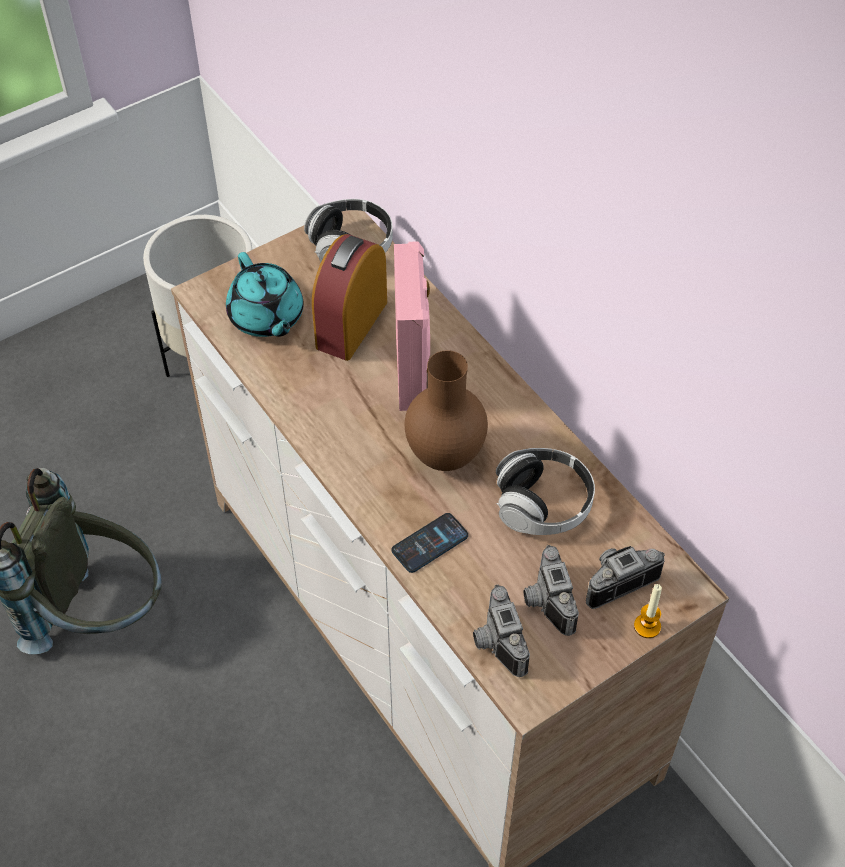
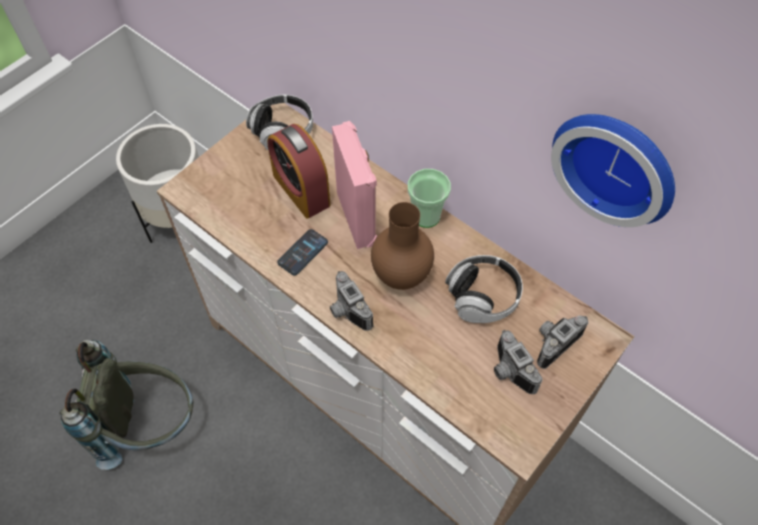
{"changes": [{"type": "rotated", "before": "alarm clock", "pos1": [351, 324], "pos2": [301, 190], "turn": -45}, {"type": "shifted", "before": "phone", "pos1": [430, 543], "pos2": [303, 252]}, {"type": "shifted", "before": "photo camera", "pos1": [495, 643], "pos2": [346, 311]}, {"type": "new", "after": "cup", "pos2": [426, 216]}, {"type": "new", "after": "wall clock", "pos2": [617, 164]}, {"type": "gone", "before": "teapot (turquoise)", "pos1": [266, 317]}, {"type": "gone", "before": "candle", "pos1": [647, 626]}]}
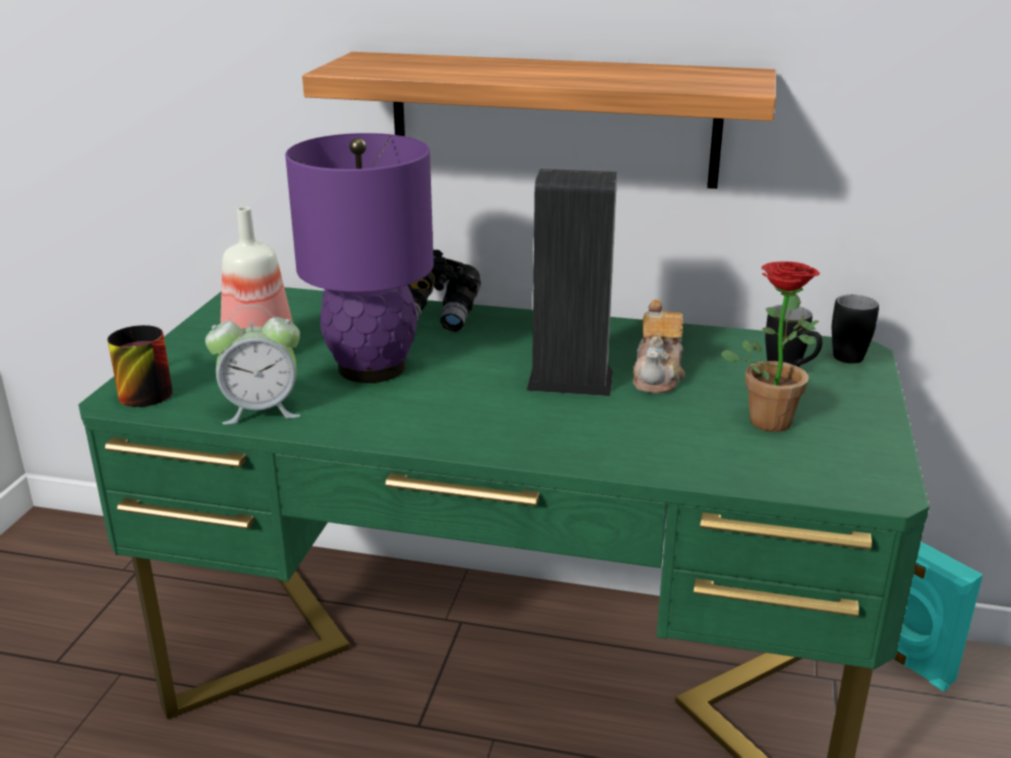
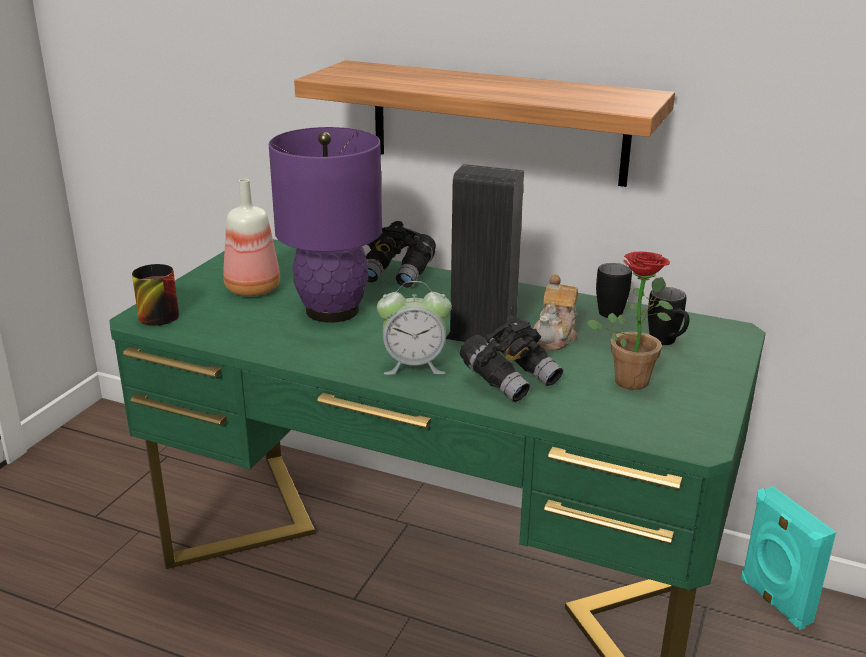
{"changes": [{"type": "shifted", "before": "alarm clock", "pos1": [261, 410], "pos2": [414, 365]}, {"type": "new", "after": "binoculars (black)", "pos2": [511, 379]}, {"type": "shifted", "before": "mug (black)", "pos1": [844, 353], "pos2": [610, 309]}]}
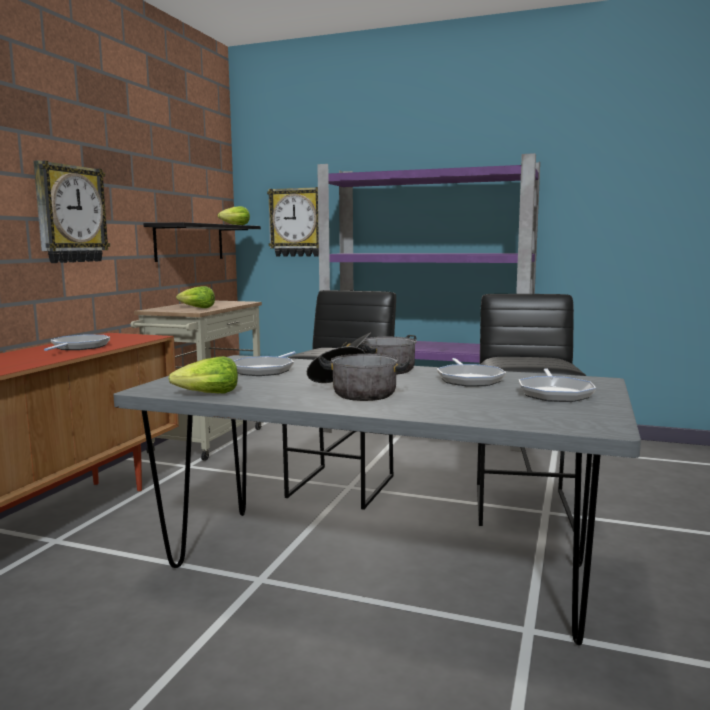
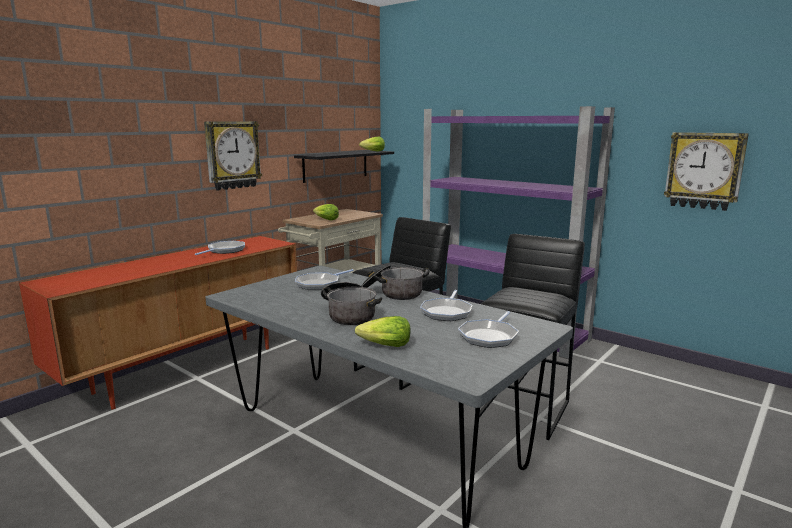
{"changes": [{"type": "shifted", "before": "lettuce", "pos1": [208, 394], "pos2": [385, 346]}, {"type": "shifted", "before": "wall clock", "pos1": [297, 222], "pos2": [704, 170]}]}
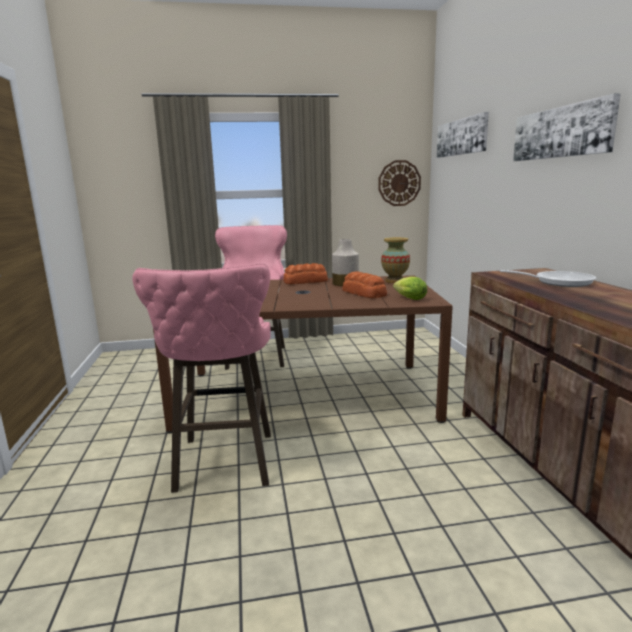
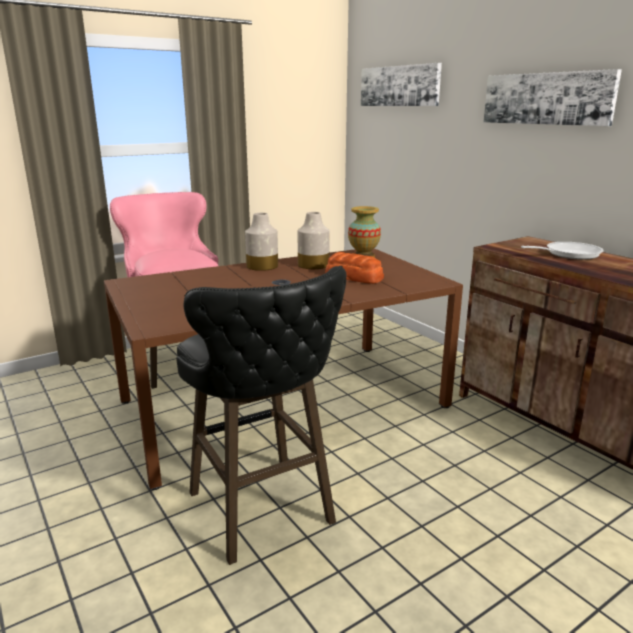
{"changes": [{"type": "repainted", "before": "stool (pink)", "after": "stool (black)", "pos1": [225, 464], "pos2": [263, 511]}, {"type": "swapped", "before": "bread", "after": "vase (beige)", "pos1": [306, 281], "pos2": [262, 266]}, {"type": "gone", "before": "wall clock", "pos1": [399, 183]}, {"type": "gone", "before": "lettuce", "pos1": [408, 298]}]}
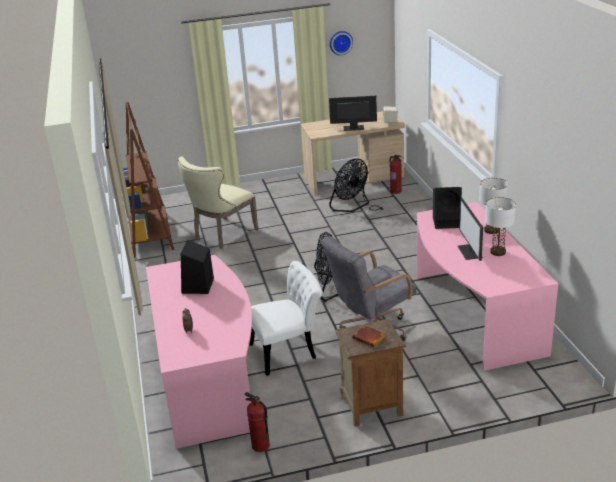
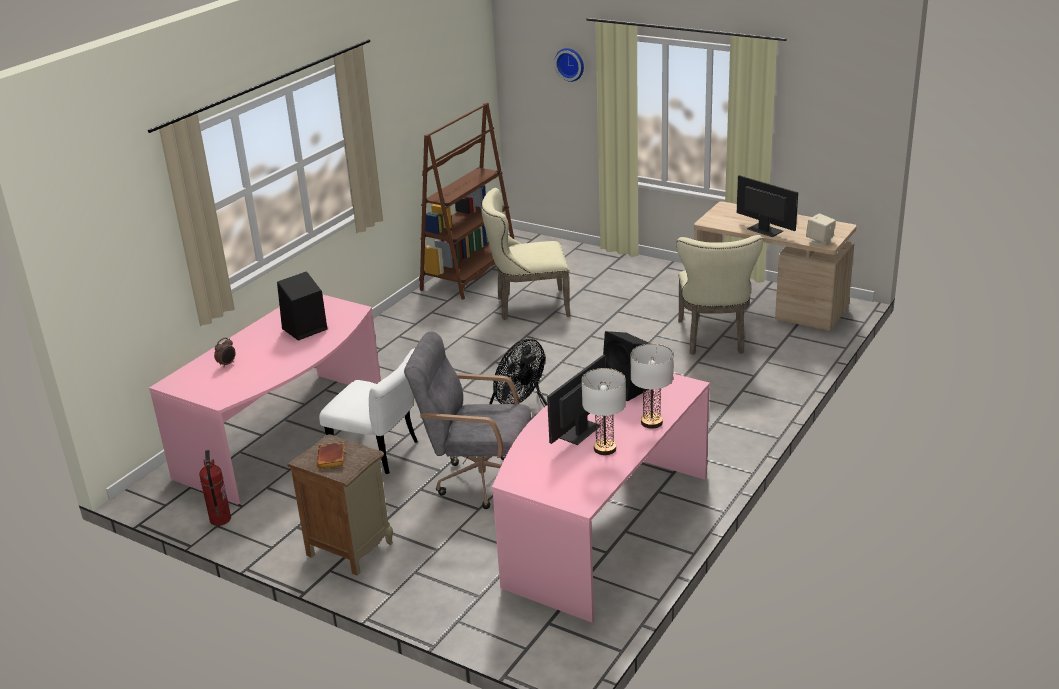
{"changes": [{"type": "shifted", "before": "wall clock", "pos1": [340, 42], "pos2": [570, 64]}, {"type": "swapped", "before": "fan (black)", "after": "chair (beige)", "pos1": [356, 205], "pos2": [714, 339]}, {"type": "gone", "before": "fire extinguisher", "pos1": [396, 191]}]}
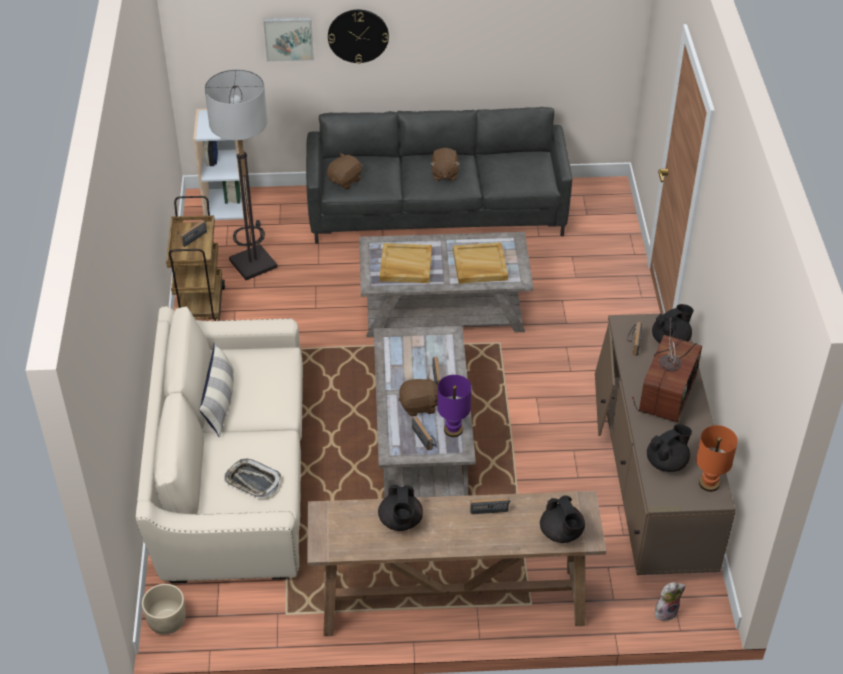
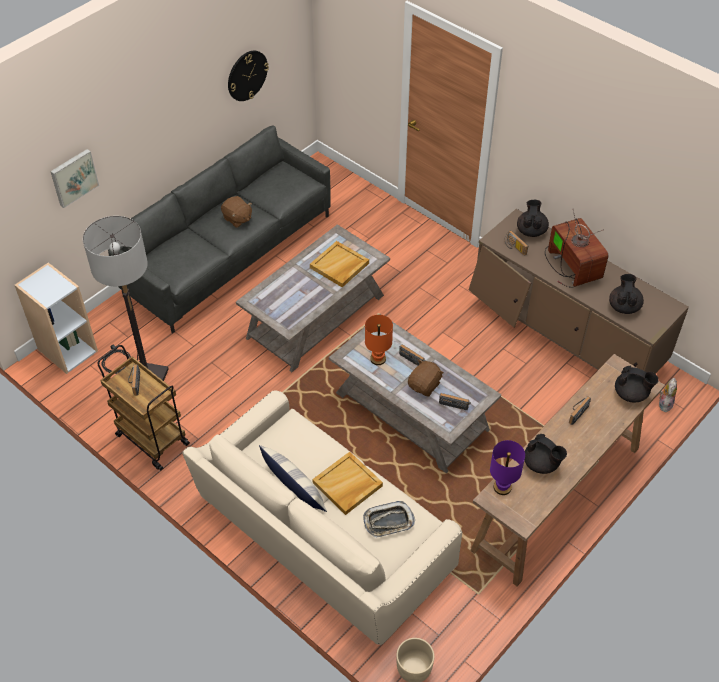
{"changes": [{"type": "shifted", "before": "wall clock", "pos1": [358, 35], "pos2": [247, 75]}, {"type": "shifted", "before": "tray (beige)", "pos1": [405, 265], "pos2": [347, 485]}, {"type": "shifted", "before": "table lamp (orange)", "pos1": [709, 483], "pos2": [378, 358]}, {"type": "shifted", "before": "table lamp (purple)", "pos1": [453, 429], "pos2": [502, 487]}, {"type": "gone", "before": "plush toy (brown)", "pos1": [345, 181]}]}
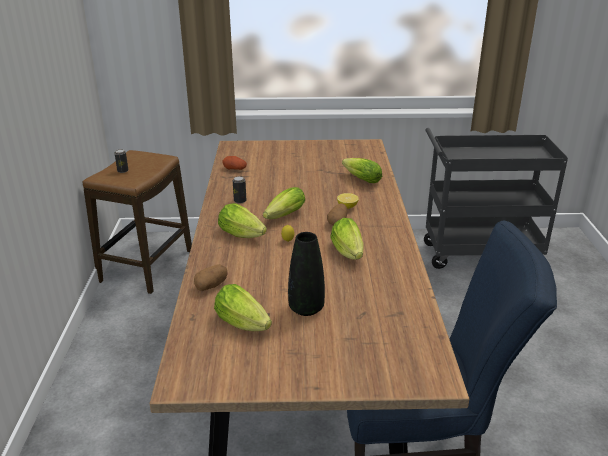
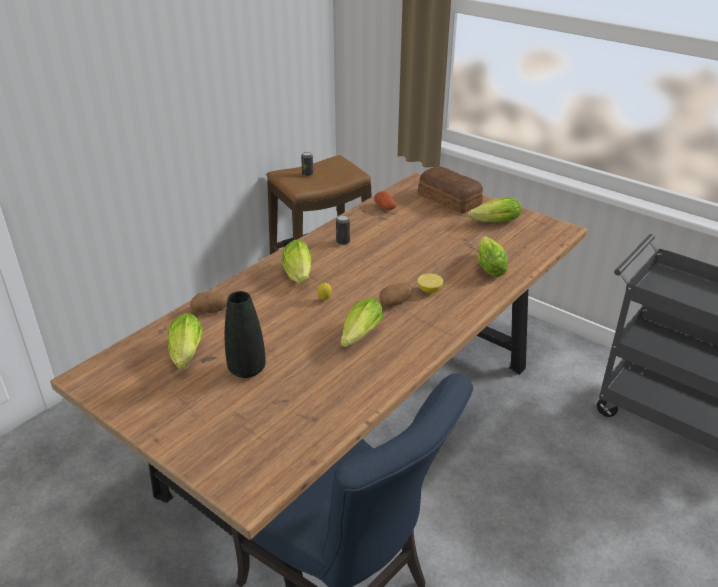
{"changes": [{"type": "new", "after": "bread", "pos2": [449, 199]}, {"type": "shifted", "before": "lettuce", "pos1": [283, 217], "pos2": [492, 223]}]}
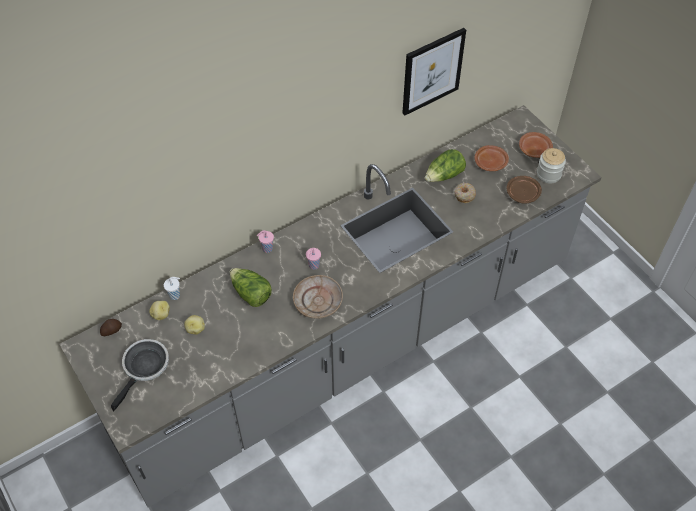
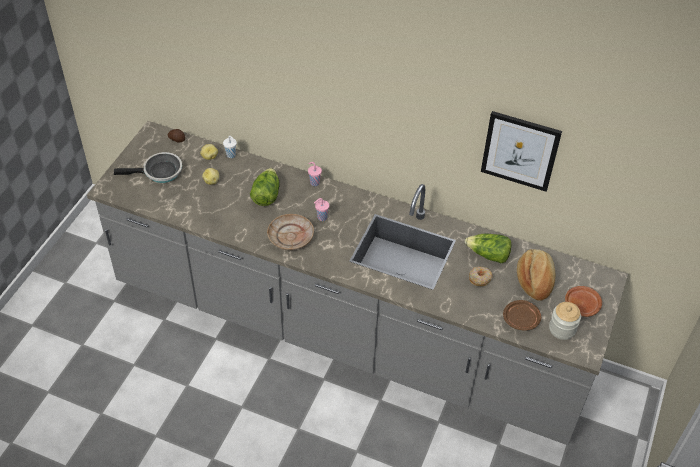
{"changes": [{"type": "swapped", "before": "plate (brown)", "after": "bread", "pos1": [490, 162], "pos2": [534, 280]}]}
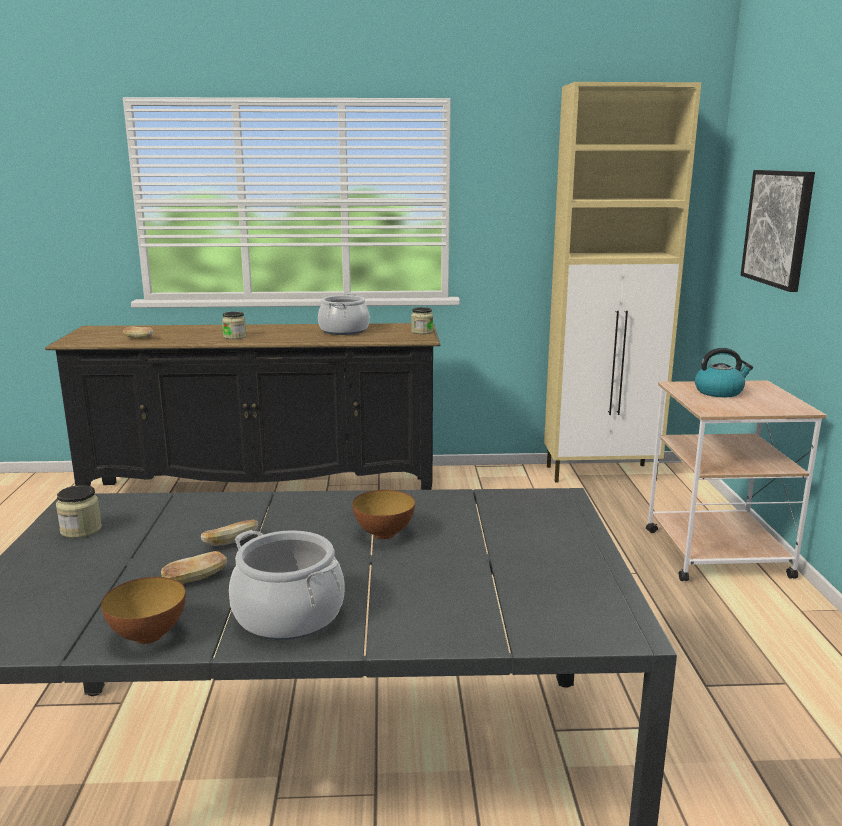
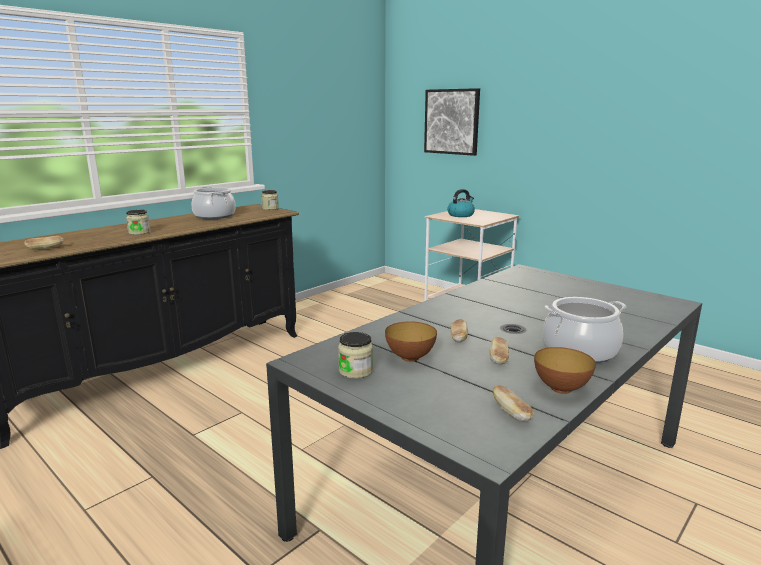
{"changes": [{"type": "shifted", "before": "bowl", "pos1": [384, 534], "pos2": [410, 357]}, {"type": "new", "after": "bread", "pos2": [511, 413]}, {"type": "gone", "before": "cabinet (beige)", "pos1": [602, 473]}]}
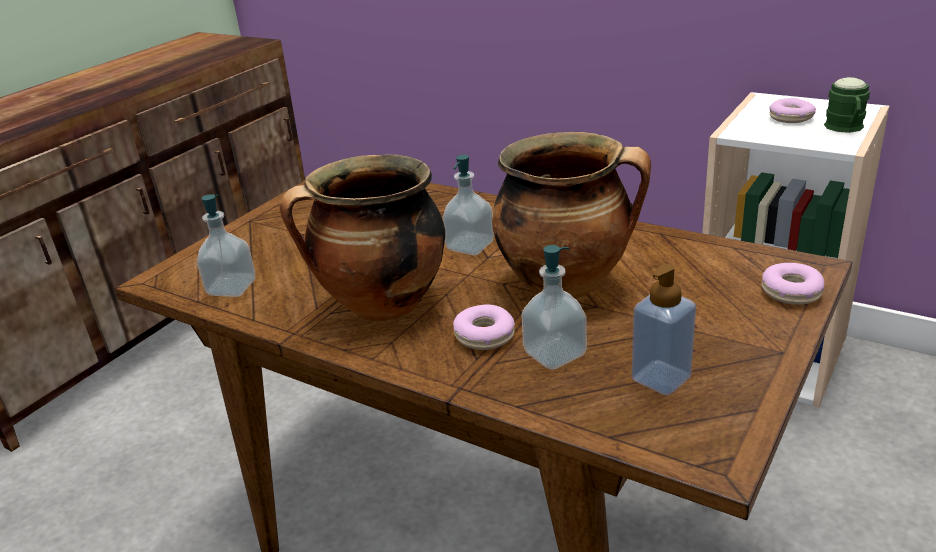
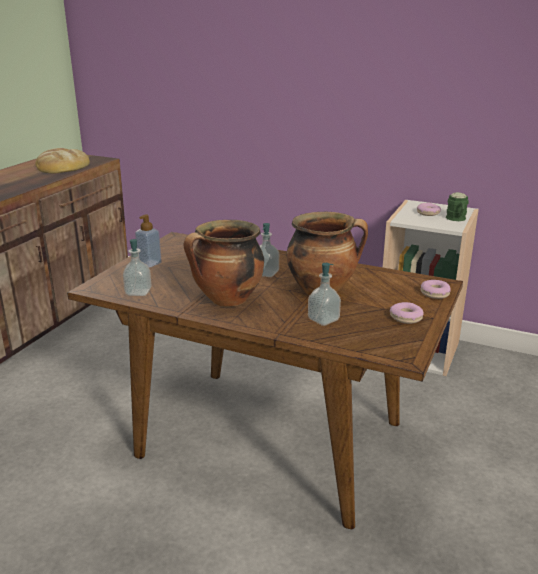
{"changes": [{"type": "new", "after": "bread", "pos2": [62, 166]}, {"type": "shifted", "before": "soap dispenser", "pos1": [661, 378], "pos2": [149, 263]}, {"type": "shifted", "before": "donut", "pos1": [484, 335], "pos2": [406, 317]}]}
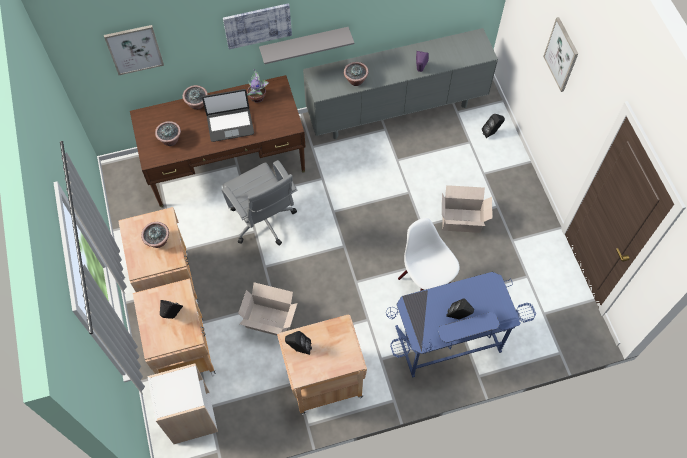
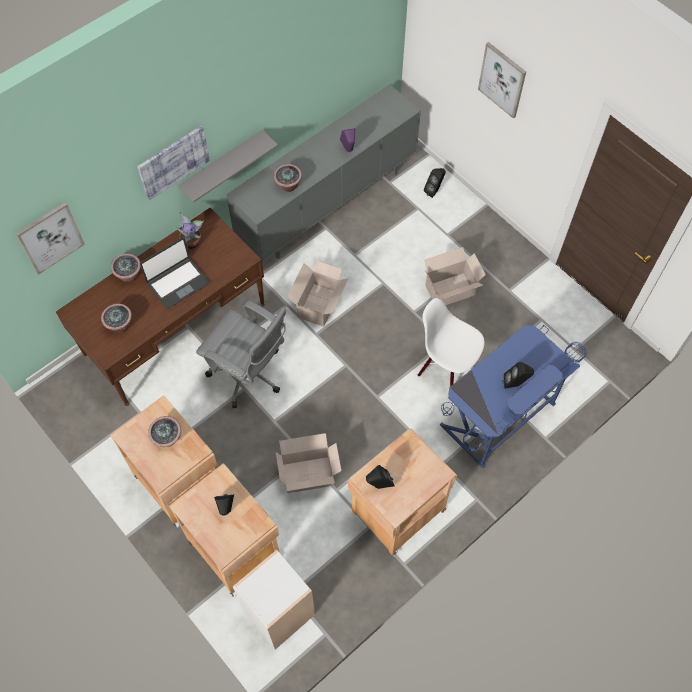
{"changes": [{"type": "new", "after": "cardboard box", "pos2": [319, 304]}]}
